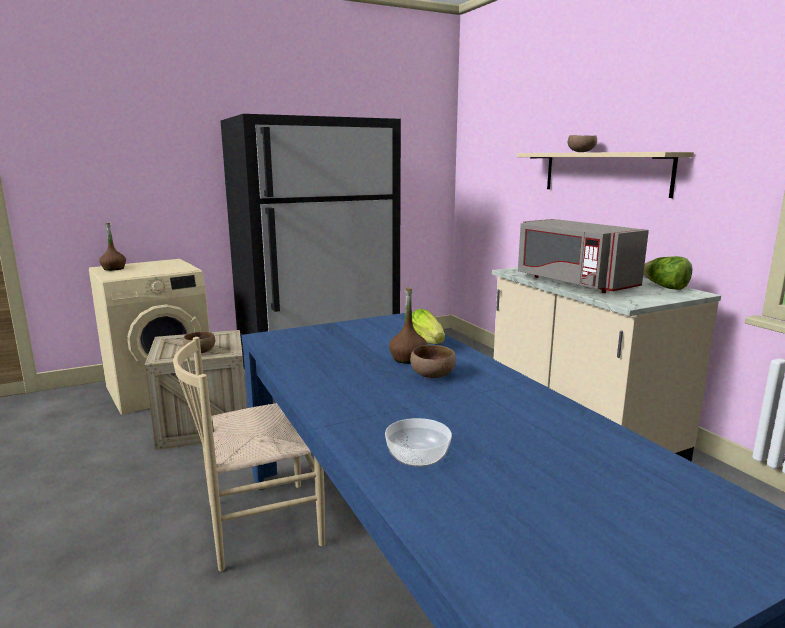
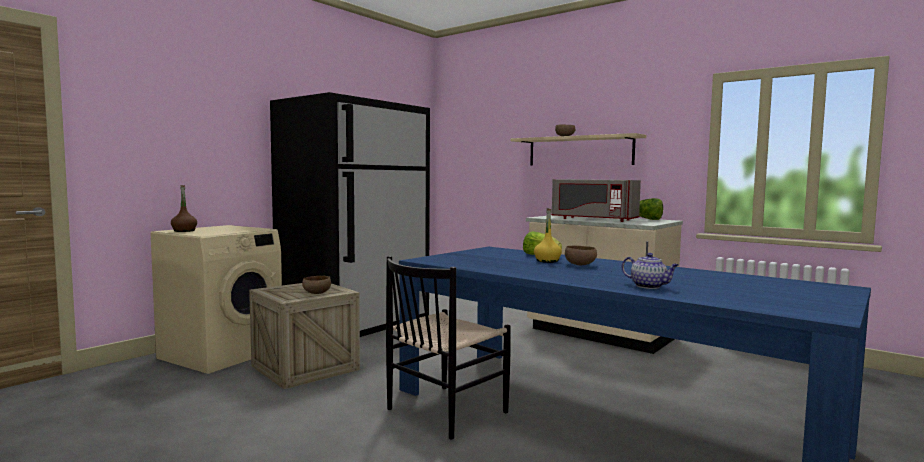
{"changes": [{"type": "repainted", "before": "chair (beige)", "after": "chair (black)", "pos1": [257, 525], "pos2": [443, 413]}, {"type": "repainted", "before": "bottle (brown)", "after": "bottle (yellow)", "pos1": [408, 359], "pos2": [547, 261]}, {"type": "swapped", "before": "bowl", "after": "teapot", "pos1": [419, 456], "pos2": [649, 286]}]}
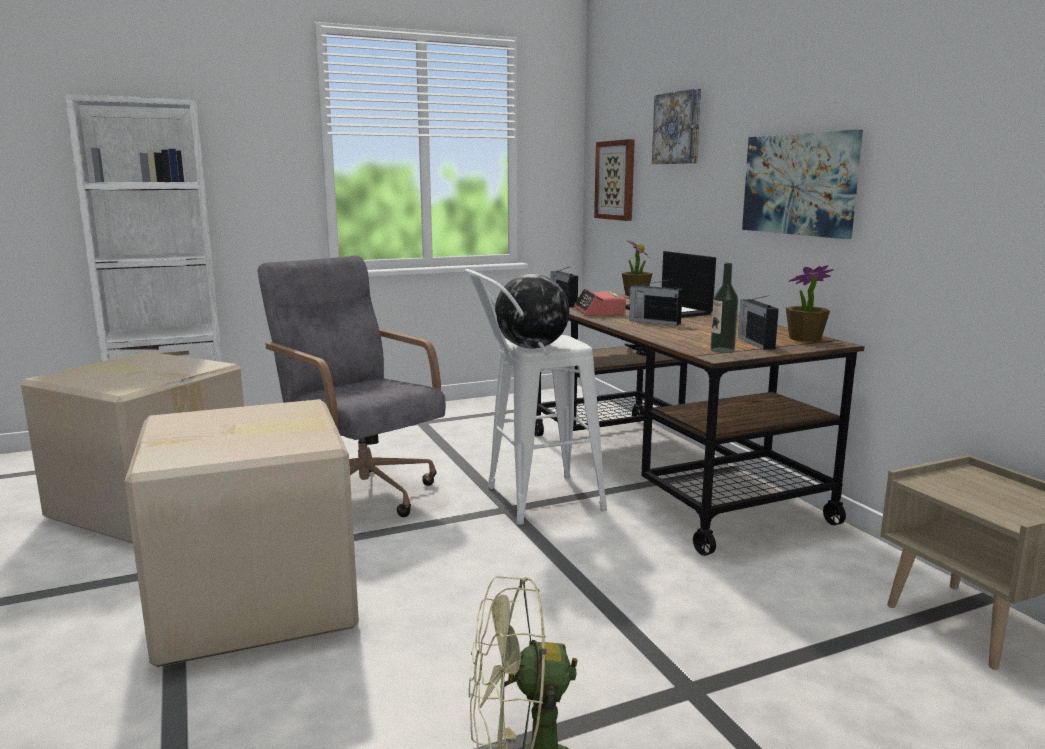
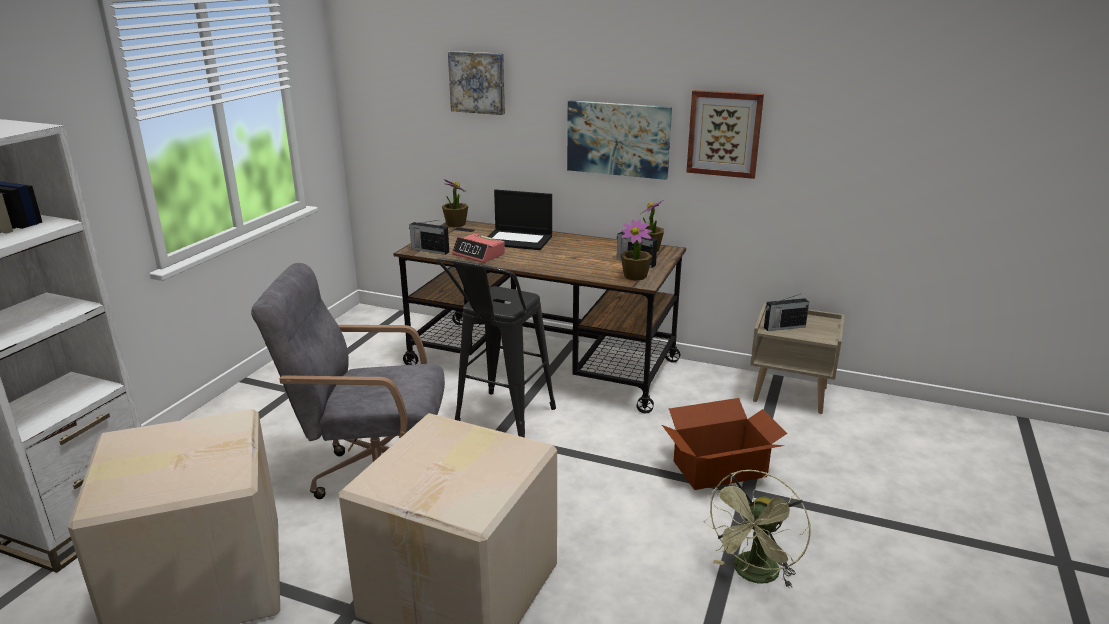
{"changes": [{"type": "repainted", "before": "stool (white)", "after": "stool (black)", "pos1": [531, 501], "pos2": [499, 422]}, {"type": "swapped", "before": "bottle", "after": "potted plant", "pos1": [722, 350], "pos2": [635, 276]}, {"type": "new", "after": "cardboard box", "pos2": [720, 469]}, {"type": "shifted", "before": "picture", "pos1": [616, 180], "pos2": [724, 133]}, {"type": "shifted", "before": "radio", "pos1": [653, 321], "pos2": [783, 327]}, {"type": "gone", "before": "globe", "pos1": [531, 347]}]}
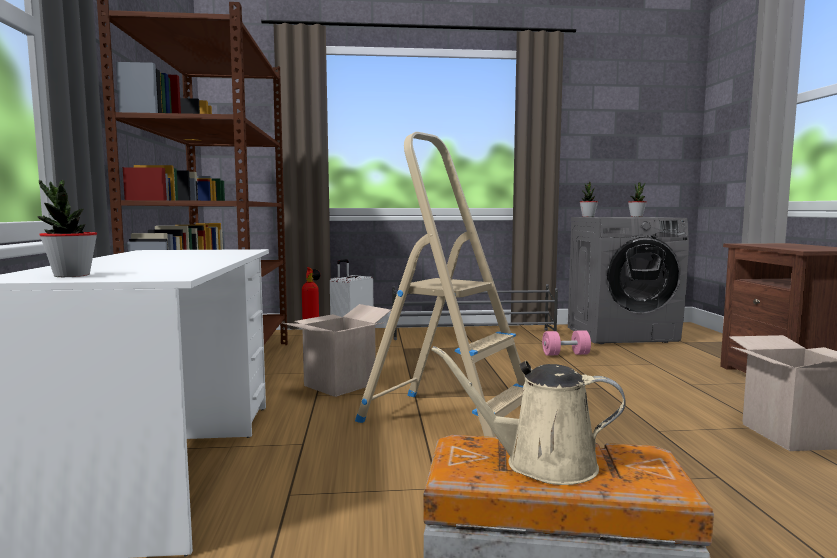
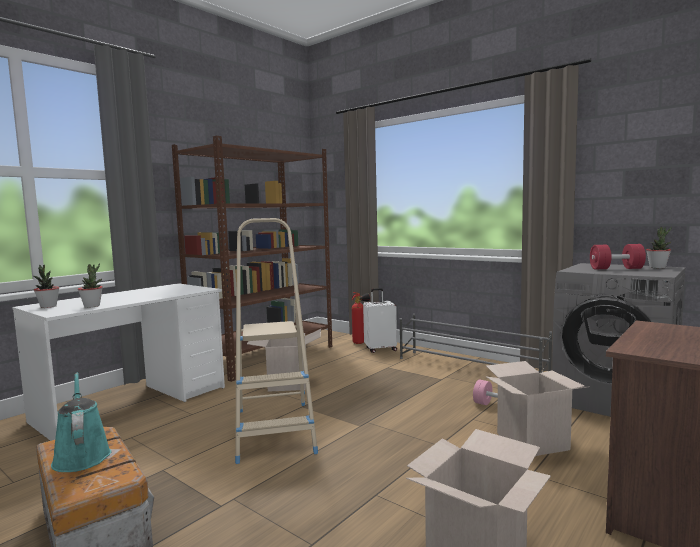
{"changes": [{"type": "repainted", "before": "watering can (beige)", "after": "watering can (turquoise)", "pos1": [541, 463], "pos2": [81, 456]}, {"type": "shifted", "before": "potted plant", "pos1": [588, 217], "pos2": [92, 306]}, {"type": "new", "after": "cardboard box", "pos2": [532, 441]}, {"type": "new", "after": "dumbbell (red)", "pos2": [616, 269]}]}
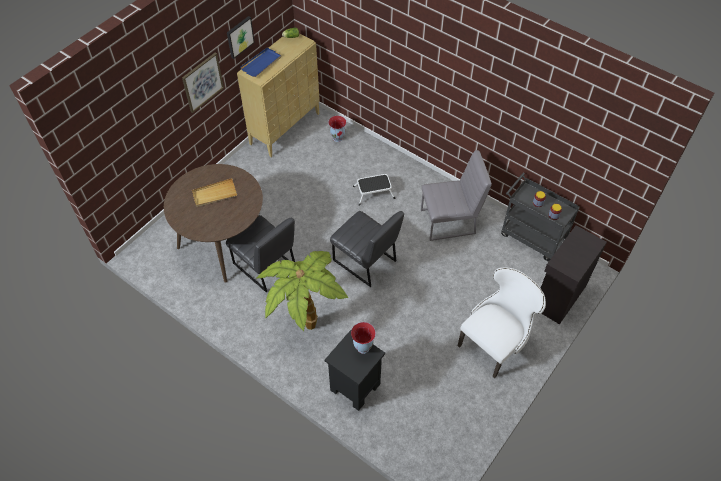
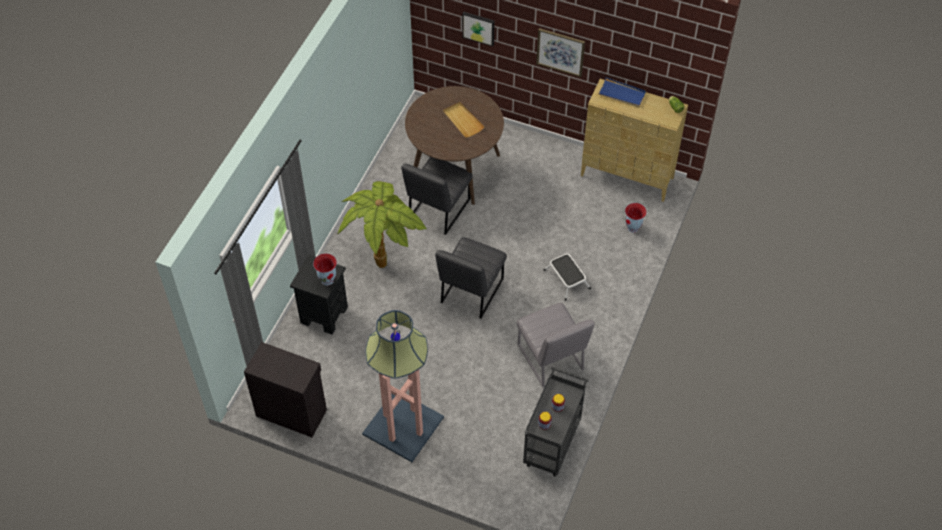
{"changes": [{"type": "shifted", "before": "cabinet (black)", "pos1": [558, 296], "pos2": [291, 412]}, {"type": "swapped", "before": "chair (white)", "after": "floor lamp", "pos1": [494, 344], "pos2": [403, 426]}, {"type": "shifted", "before": "picture", "pos1": [239, 37], "pos2": [478, 27]}]}
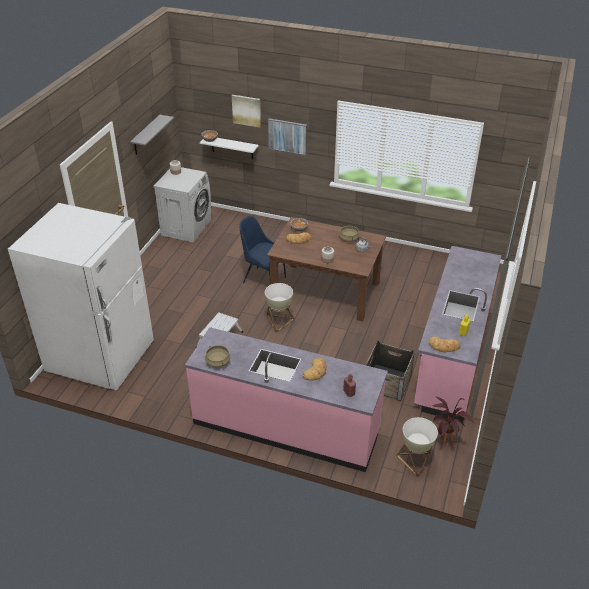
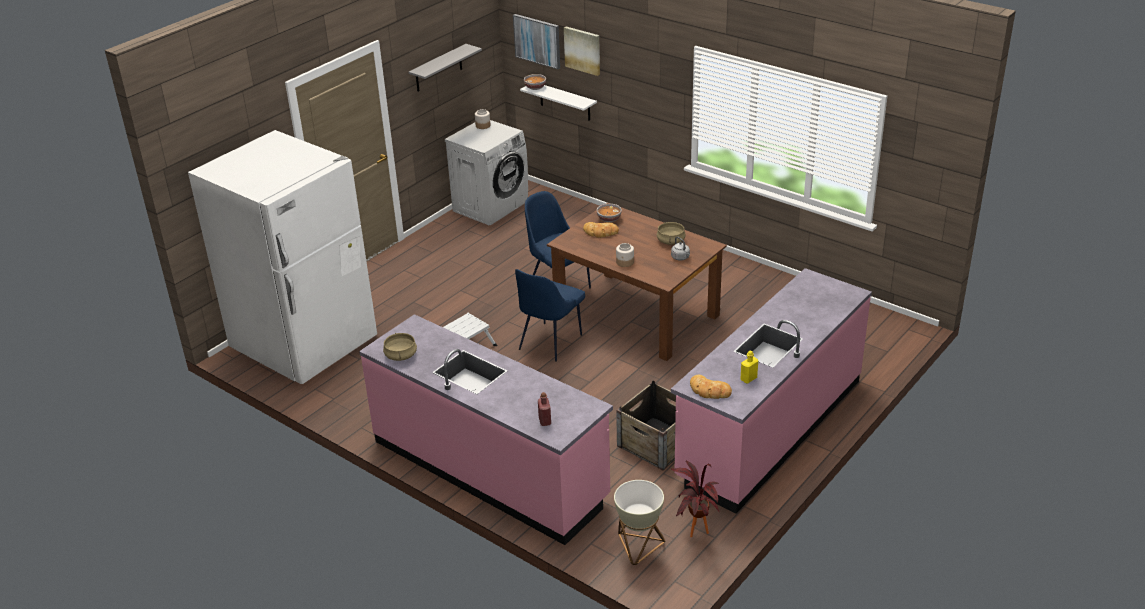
{"changes": [{"type": "shifted", "before": "picture", "pos1": [287, 136], "pos2": [537, 41]}, {"type": "swapped", "before": "planter", "after": "chair (blue)", "pos1": [279, 322], "pos2": [550, 342]}, {"type": "gone", "before": "bread", "pos1": [316, 371]}]}
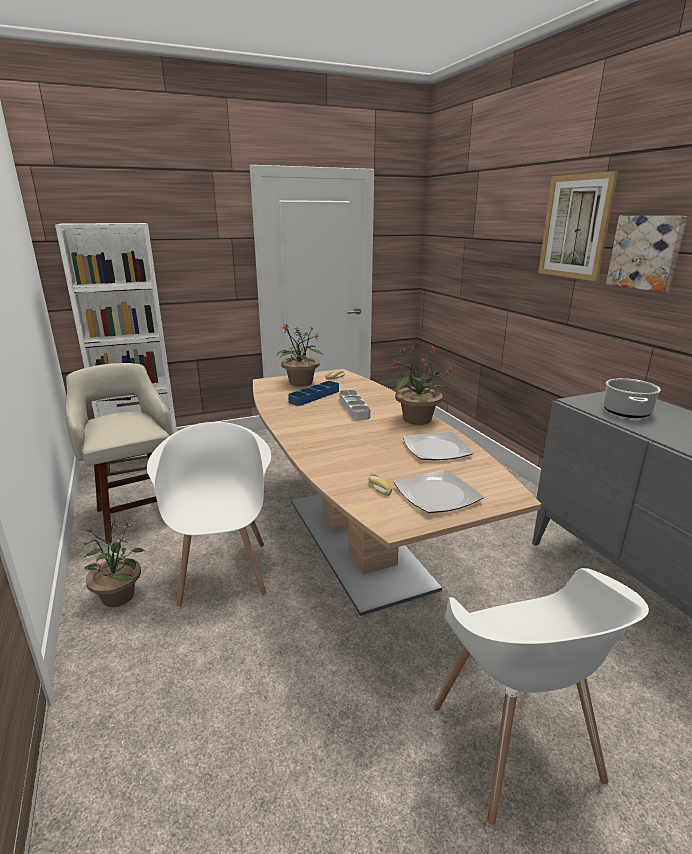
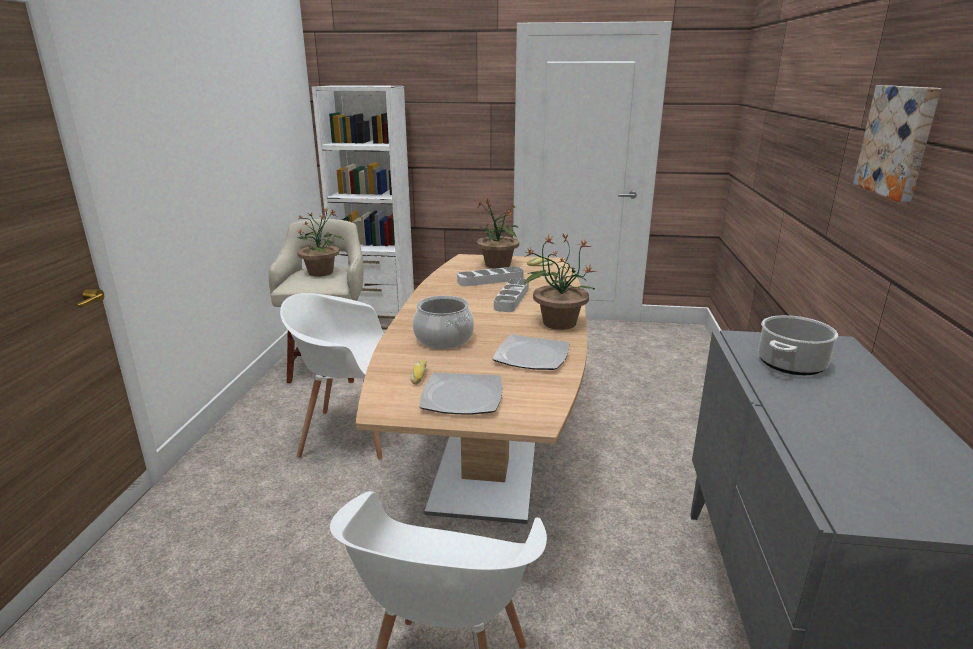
{"changes": [{"type": "rotated", "before": "chair (white)", "pos1": [223, 572], "pos2": [348, 434], "turn": -105}, {"type": "shifted", "before": "potted plant", "pos1": [118, 595], "pos2": [321, 272]}, {"type": "new", "after": "cooking pot", "pos2": [444, 339]}, {"type": "repainted", "before": "tray (blue)", "after": "tray (grey)", "pos1": [314, 396], "pos2": [490, 280]}, {"type": "gone", "before": "picture", "pos1": [575, 227]}]}
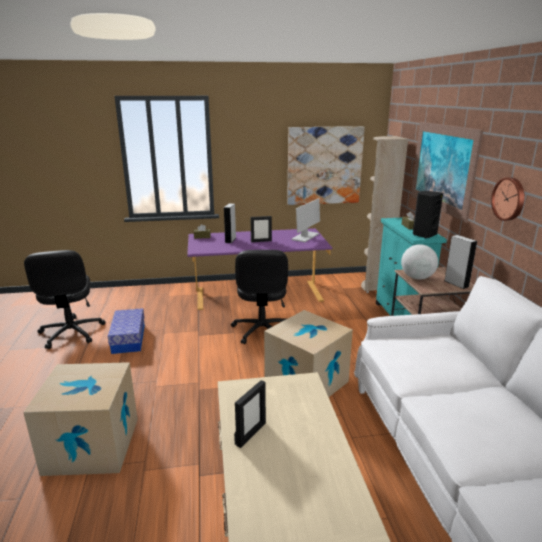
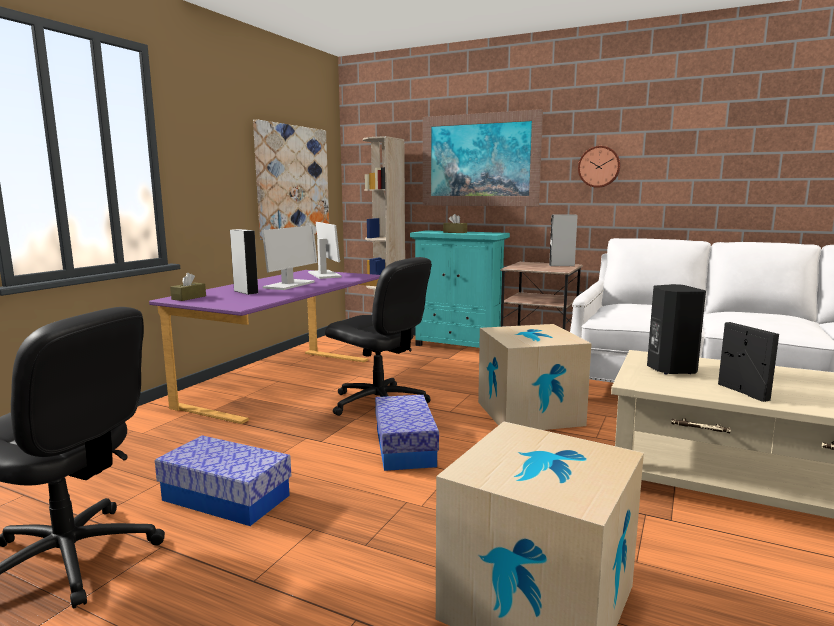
{"changes": [{"type": "swapped", "before": "picture frame", "after": "monitor", "pos1": [261, 241], "pos2": [289, 285]}, {"type": "new", "after": "storage box", "pos2": [404, 447]}, {"type": "shifted", "before": "speaker (black)", "pos1": [423, 235], "pos2": [669, 369]}, {"type": "gone", "before": "globe", "pos1": [417, 278]}]}
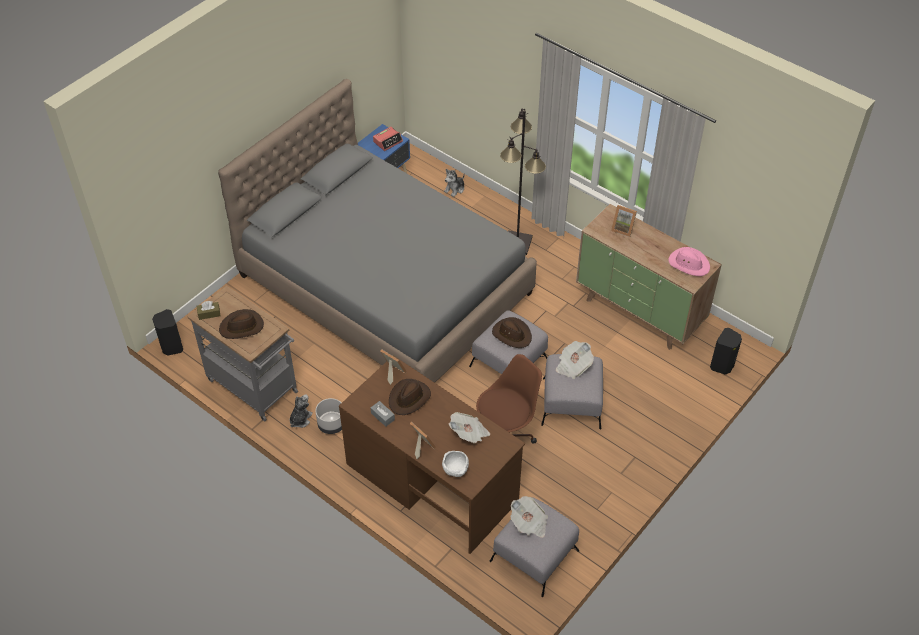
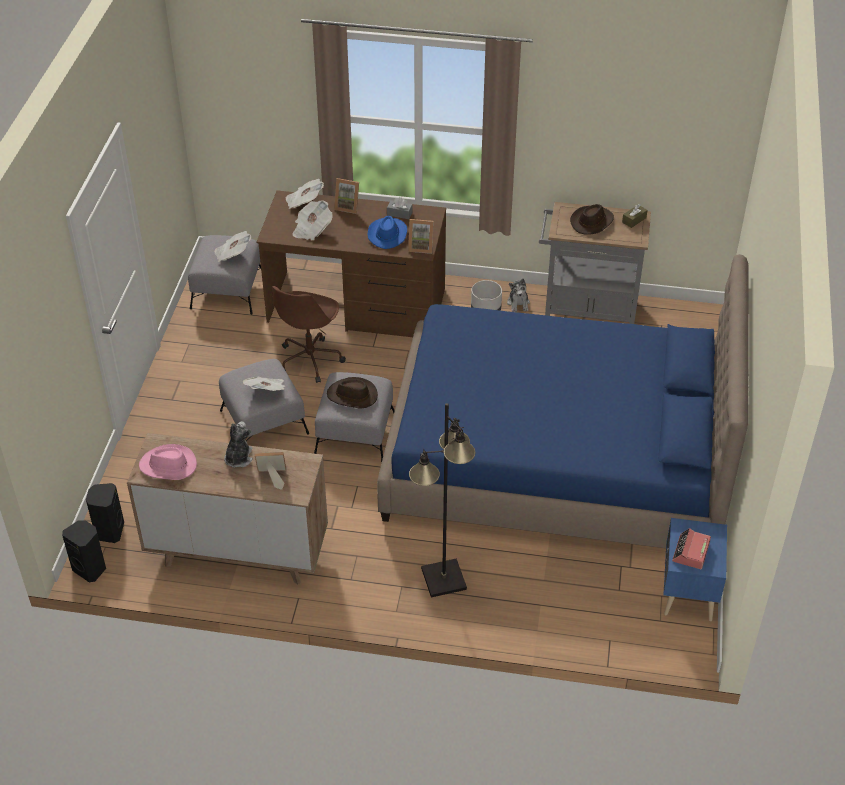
{"changes": [{"type": "shifted", "before": "speaker (black)", "pos1": [171, 347], "pos2": [90, 569]}, {"type": "shifted", "before": "plush toy", "pos1": [455, 189], "pos2": [238, 458]}, {"type": "swapped", "before": "bowl (white)", "after": "newspaper", "pos1": [456, 470], "pos2": [304, 202]}, {"type": "repainted", "before": "hat (brown)", "after": "hat (blue)", "pos1": [409, 398], "pos2": [387, 234]}, {"type": "repainted", "before": "bed (grey)", "after": "bed (blue)", "pos1": [385, 284], "pos2": [557, 458]}]}
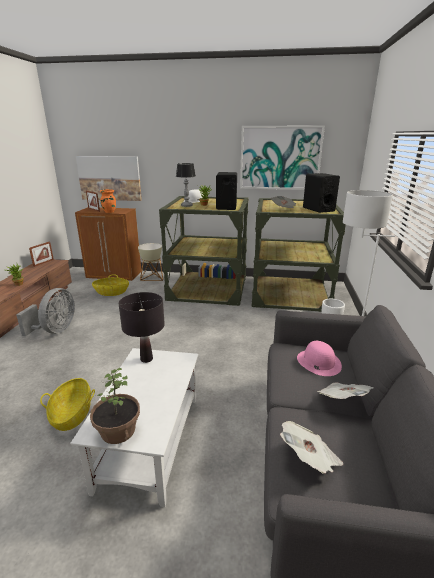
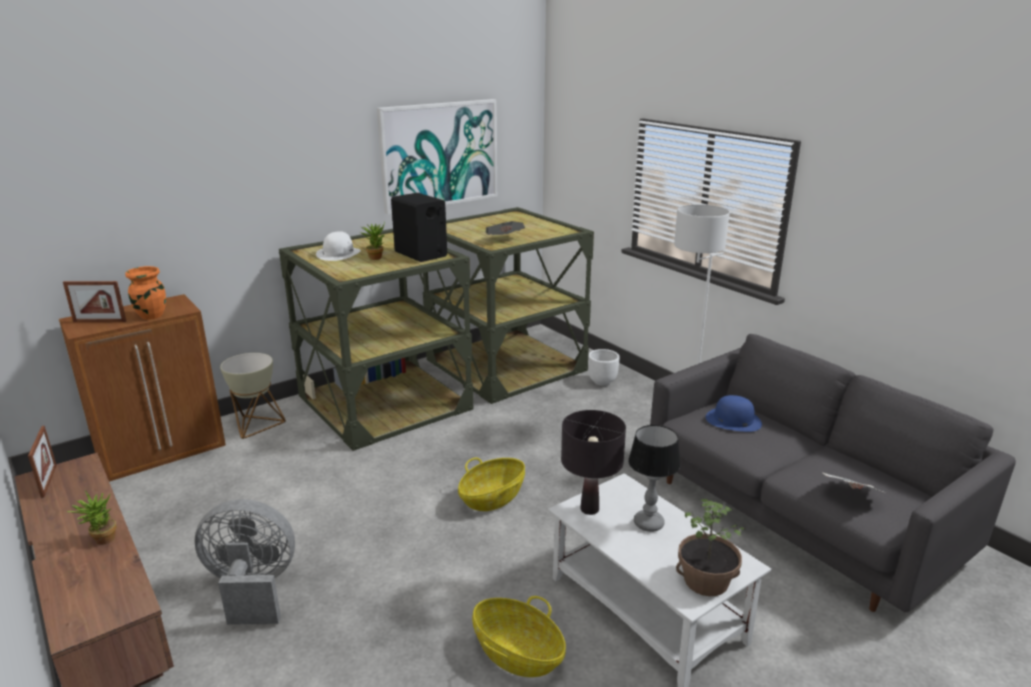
{"changes": [{"type": "rotated", "before": "fan (grey)", "pos1": [55, 330], "pos2": [252, 589], "turn": -60}, {"type": "shifted", "before": "basket", "pos1": [111, 292], "pos2": [492, 498]}, {"type": "shifted", "before": "table lamp", "pos1": [187, 206], "pos2": [649, 523]}, {"type": "repainted", "before": "hat (pink)", "after": "hat (blue)", "pos1": [318, 362], "pos2": [733, 420]}, {"type": "gone", "before": "picture", "pos1": [109, 178]}, {"type": "gone", "before": "speaker (black)", "pos1": [318, 209]}, {"type": "gone", "before": "newspaper", "pos1": [342, 400]}]}
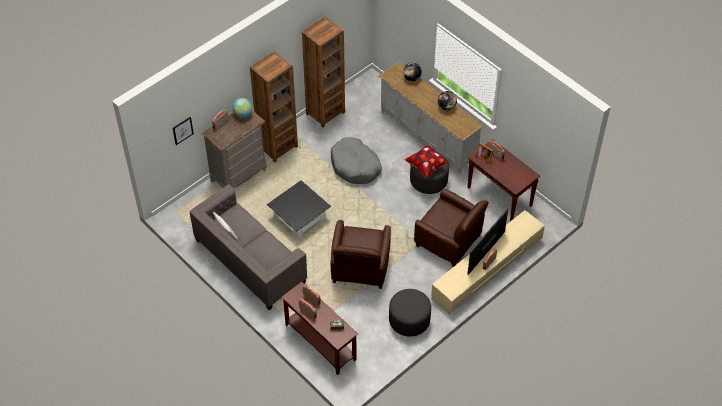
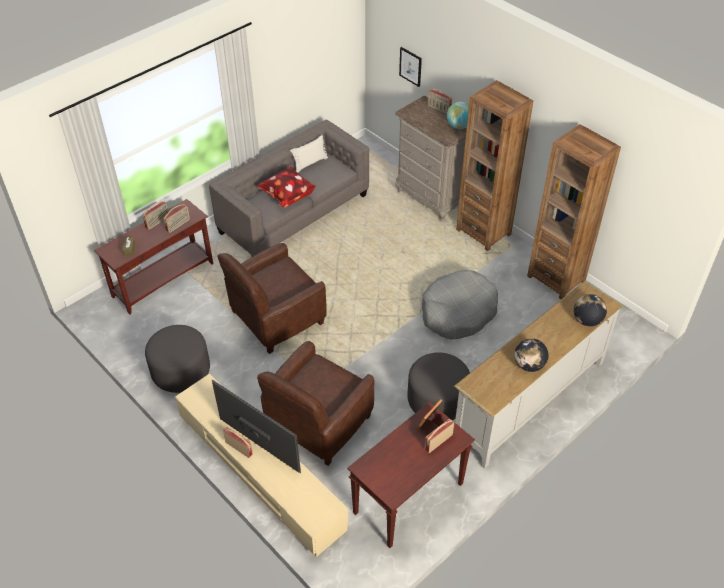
{"changes": [{"type": "rotated", "before": "armchair (brown)", "pos1": [360, 267], "pos2": [276, 318], "turn": -45}, {"type": "shifted", "before": "pillow", "pos1": [425, 167], "pos2": [287, 196]}, {"type": "gone", "before": "coffee table (black)", "pos1": [299, 217]}]}
